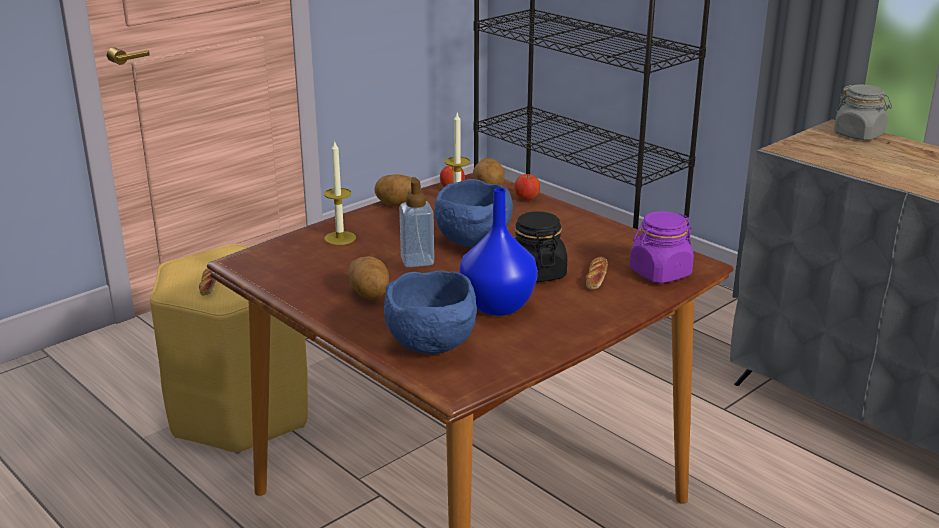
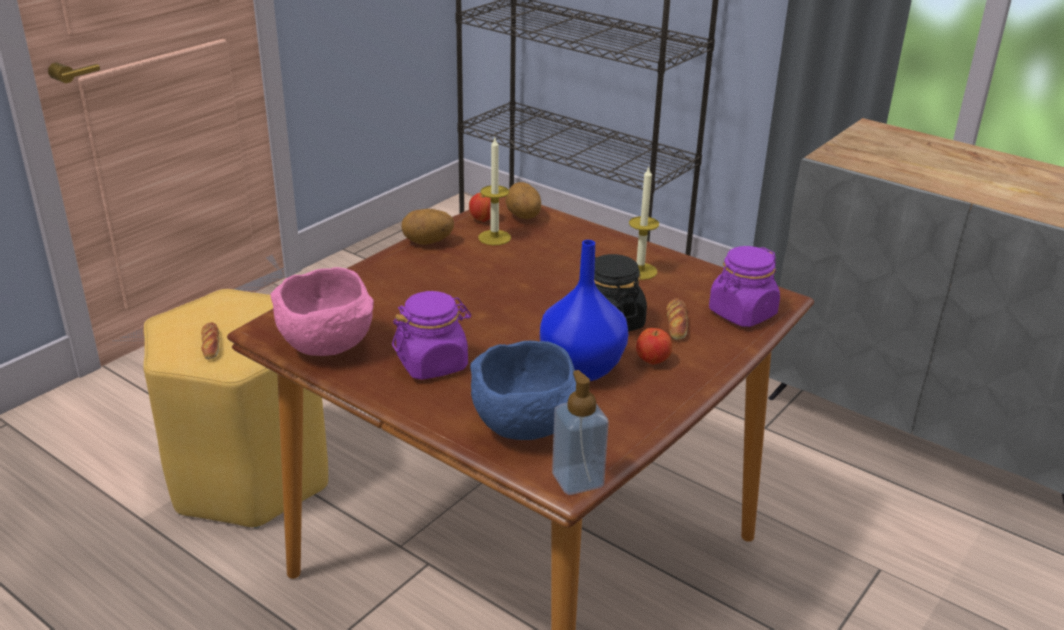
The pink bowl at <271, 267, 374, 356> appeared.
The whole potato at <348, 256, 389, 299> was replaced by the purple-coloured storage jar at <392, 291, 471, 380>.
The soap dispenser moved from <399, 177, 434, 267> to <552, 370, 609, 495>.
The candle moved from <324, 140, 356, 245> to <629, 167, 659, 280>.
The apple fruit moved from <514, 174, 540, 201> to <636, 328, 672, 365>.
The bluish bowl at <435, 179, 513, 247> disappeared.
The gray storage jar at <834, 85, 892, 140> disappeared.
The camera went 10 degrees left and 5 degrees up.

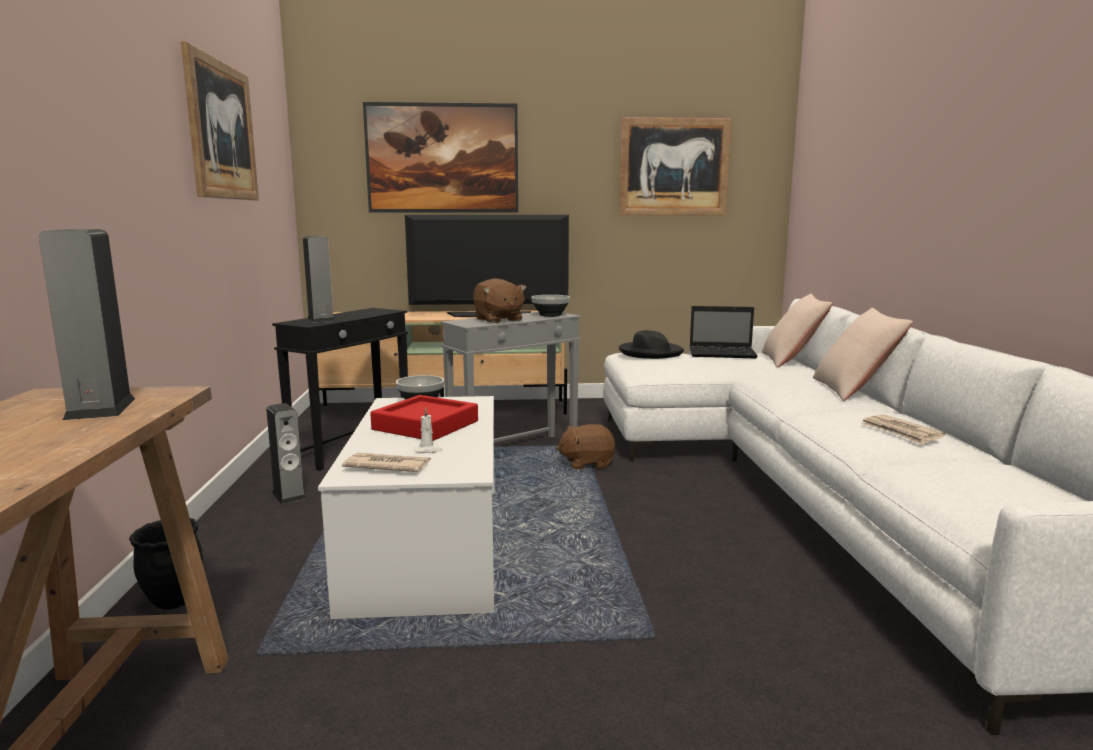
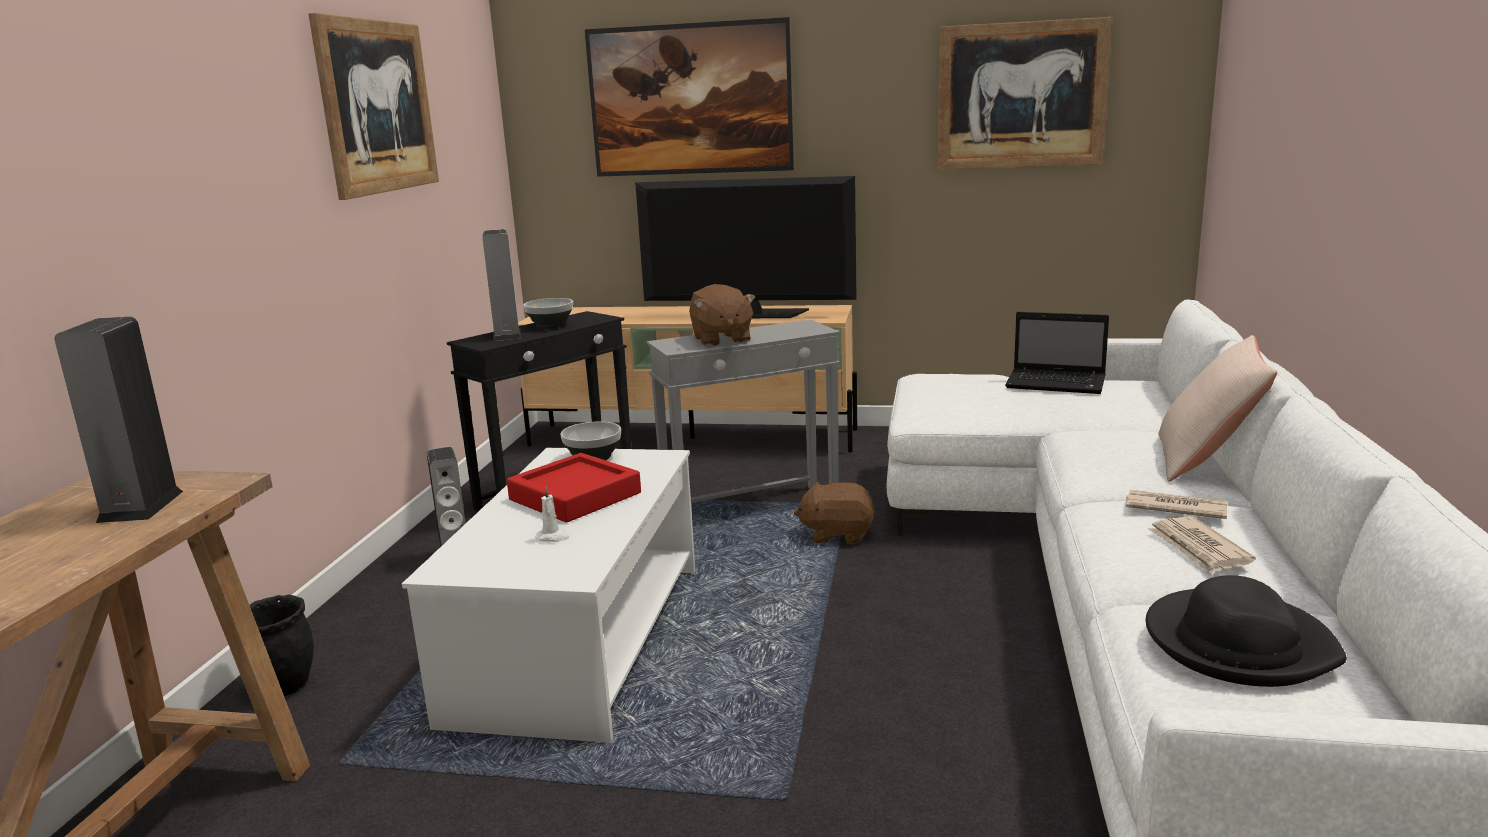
The bowl moved from <531, 295, 570, 317> to <524, 298, 573, 329>.
The printed paper moved from <342, 453, 431, 472> to <1125, 490, 1227, 519>.
The blackish clothing hat moved from <619, 330, 684, 359> to <1146, 575, 1347, 687>.
The beige-coloured pillow at <762, 294, 832, 368> disappeared.
The camera went 15 degrees right and 5 degrees up.

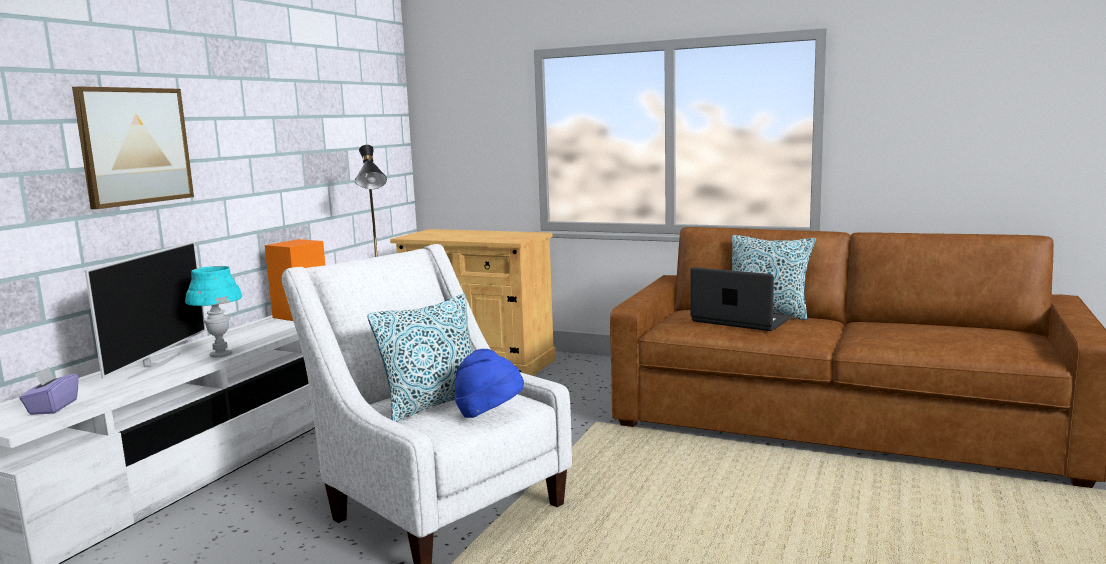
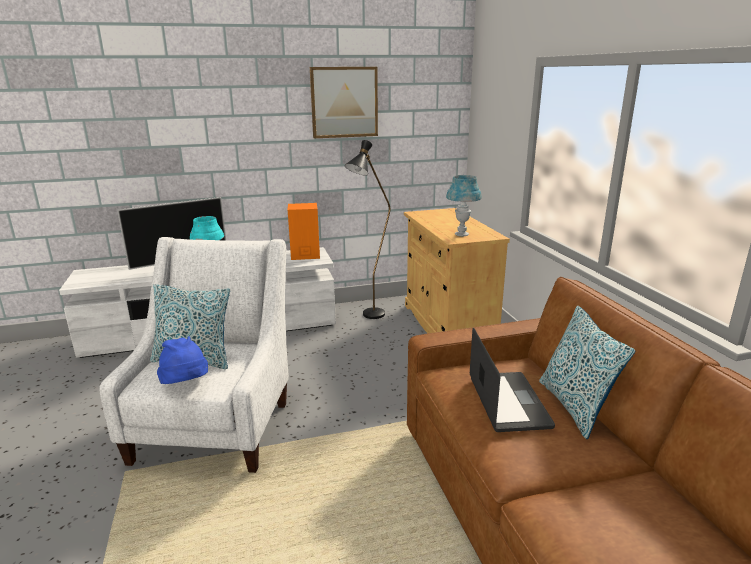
The wall picture moved from <72, 86, 194, 209> to <310, 67, 378, 138>.
The bluish tabletop lamp at <446, 175, 482, 236> appeared.
The purple-coloured tissue box at <19, 367, 79, 415> disappeared.
The camera went 50 degrees right and 10 degrees up.

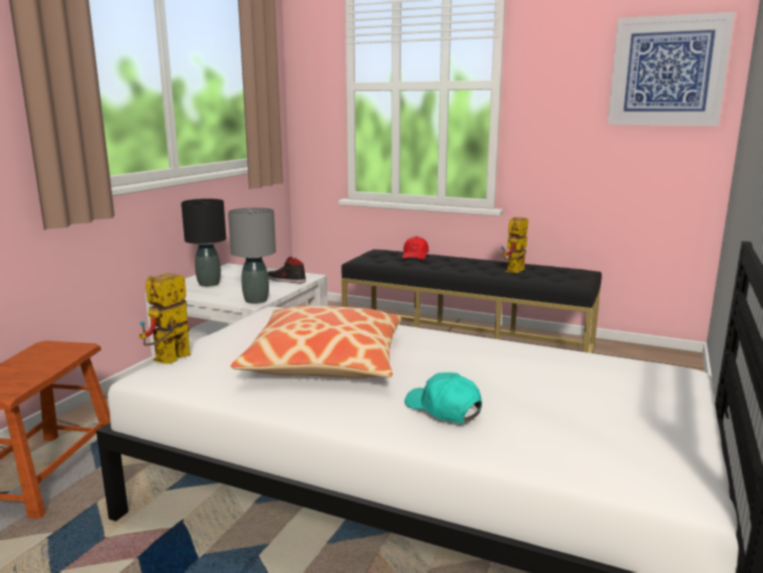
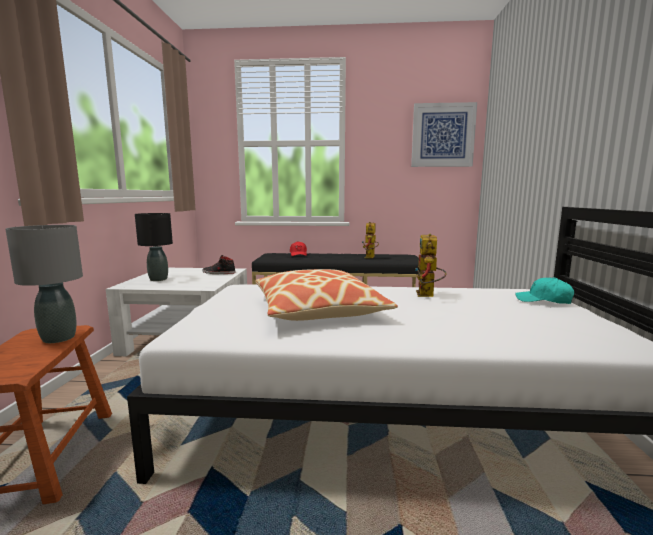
The gray tabletop lamp moved from <228, 207, 276, 304> to <5, 225, 83, 343>.
The model robot moved from <139, 273, 191, 364> to <415, 233, 447, 297>.
The turquoise-coloured cap moved from <405, 372, 482, 423> to <515, 277, 574, 304>.
The camera went 20 degrees left and 5 degrees down.

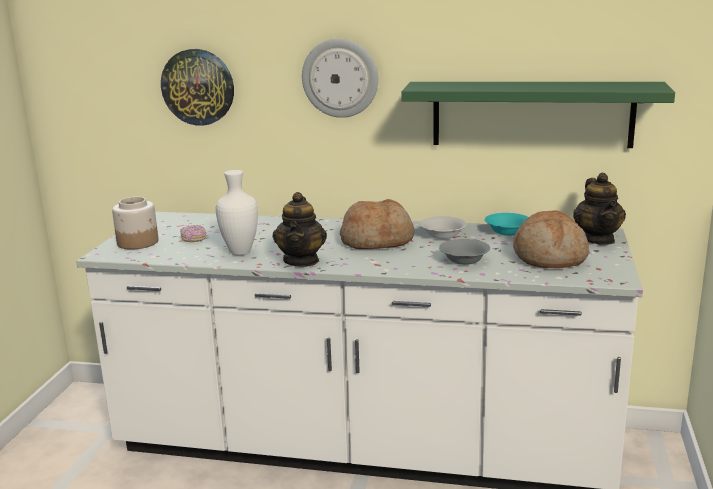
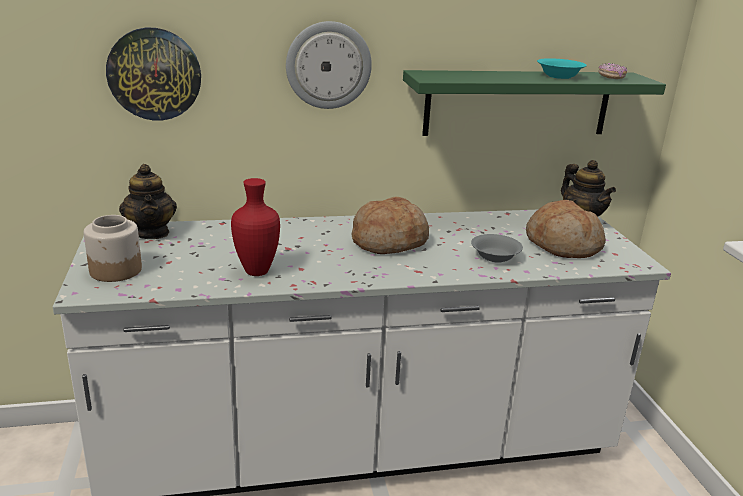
The tea pot moved from <273, 192, 327, 267> to <119, 164, 177, 239>.
The whitish flower vase at <216, 170, 258, 256> became the reddish flower vase at <231, 178, 280, 276>.
The turquoise-coloured bowl moved from <485, 213, 529, 236> to <537, 58, 587, 79>.
The doughnut moved from <180, 225, 207, 242> to <598, 63, 627, 79>.
The whitish bowl at <420, 216, 467, 239> disappeared.
The camera went 25 degrees left and 5 degrees up.

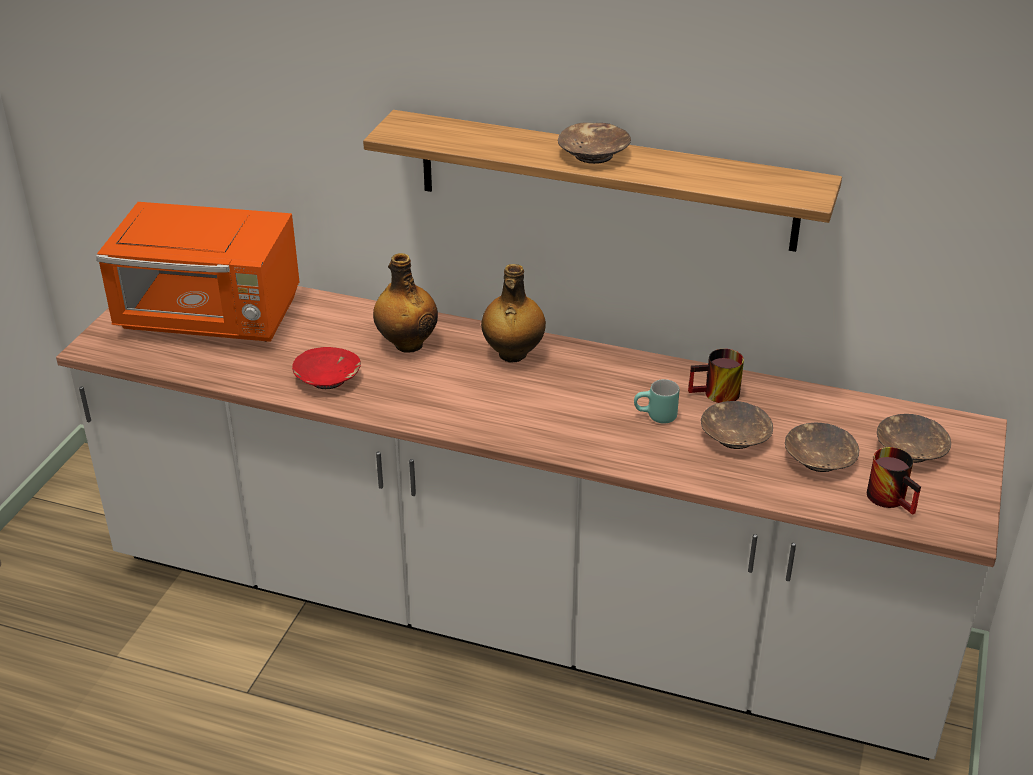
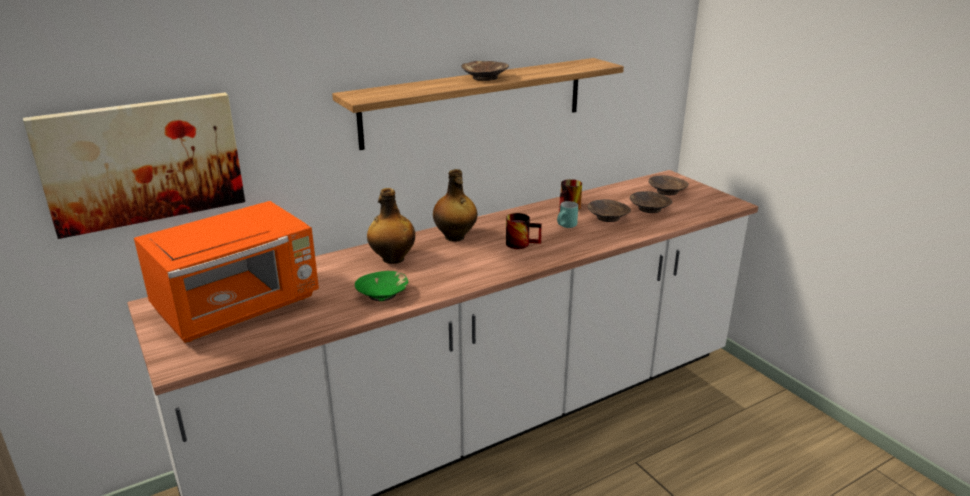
The wall picture at <23, 93, 245, 239> appeared.
The reddish bowl at <292, 347, 361, 389> became the greenish bowl at <355, 271, 408, 301>.
The mug moved from <867, 447, 921, 515> to <506, 213, 542, 249>.
The camera went 50 degrees left and 10 degrees down.

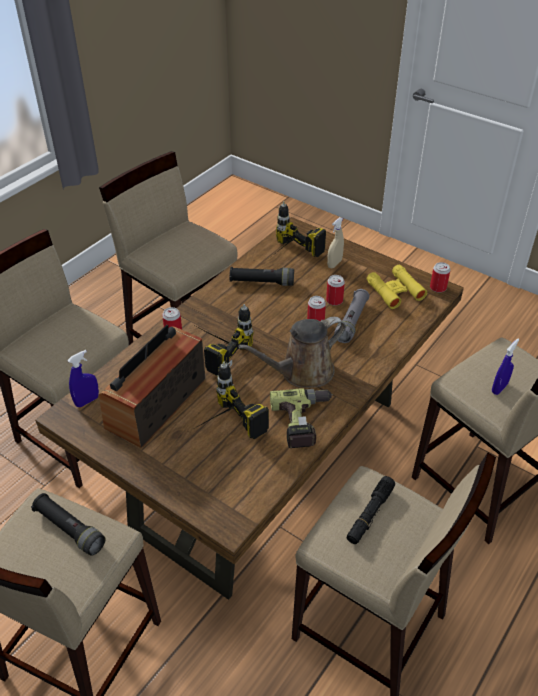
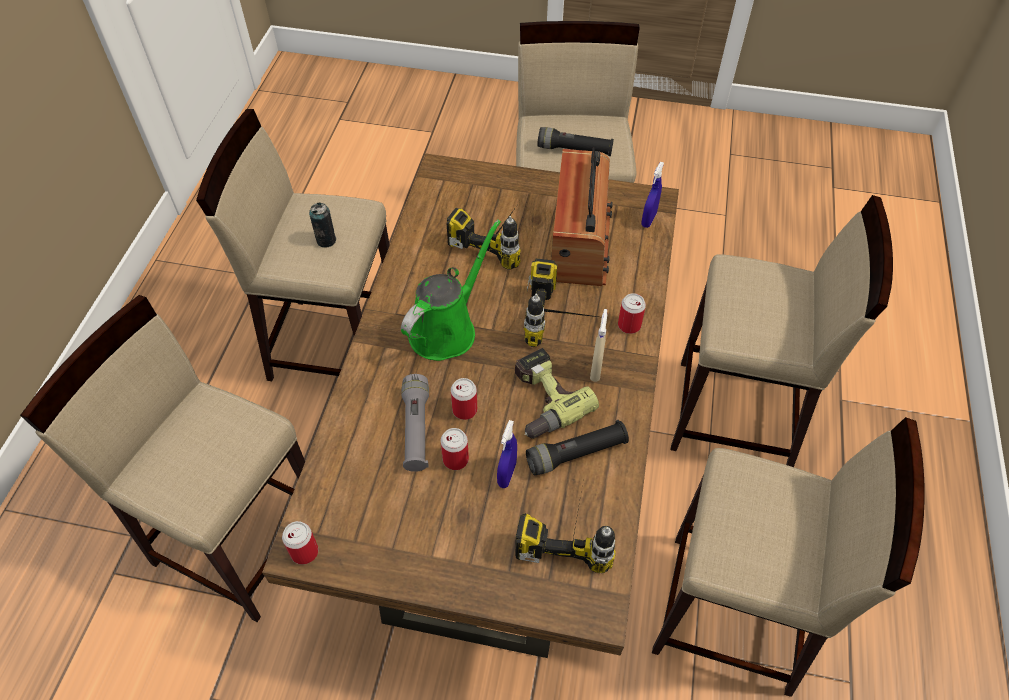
The blackish flashlight at <347, 476, 395, 544> was replaced by the sealed can at <309, 203, 336, 248>.
The brown-coloured watering can at <238, 317, 346, 388> became the greenish watering can at <401, 220, 501, 361>.
The bluish spray bottle moved from <492, 338, 519, 395> to <497, 420, 517, 488>.
The power drill moved from <270, 389, 333, 448> to <515, 348, 599, 439>.
The beige-coloured spray bottle moved from <327, 217, 344, 268> to <590, 309, 607, 382>.
The yellow-coloured binoculars at <367, 265, 427, 309> disappeared.
The camera went 155 degrees right and 10 degrees up.

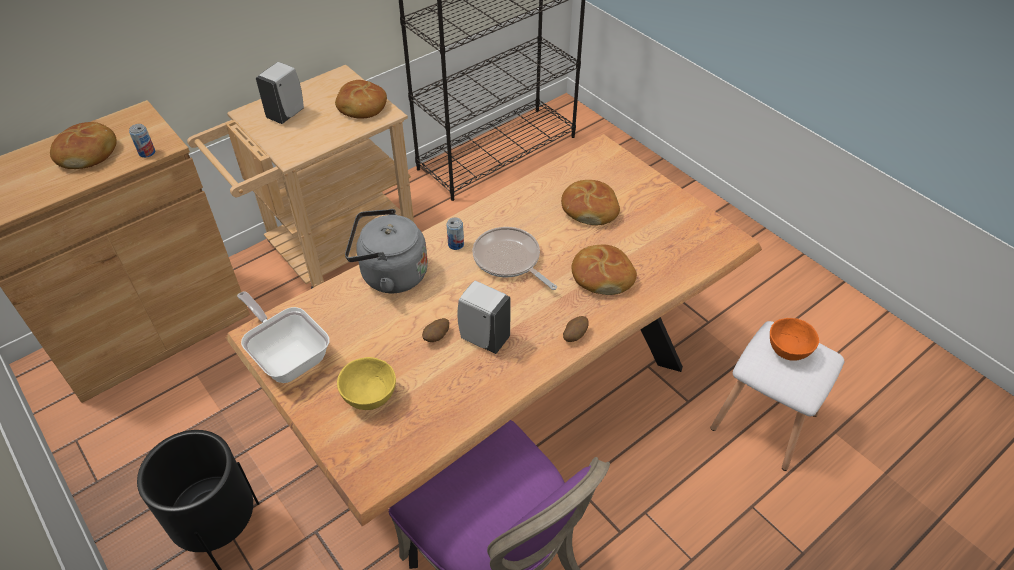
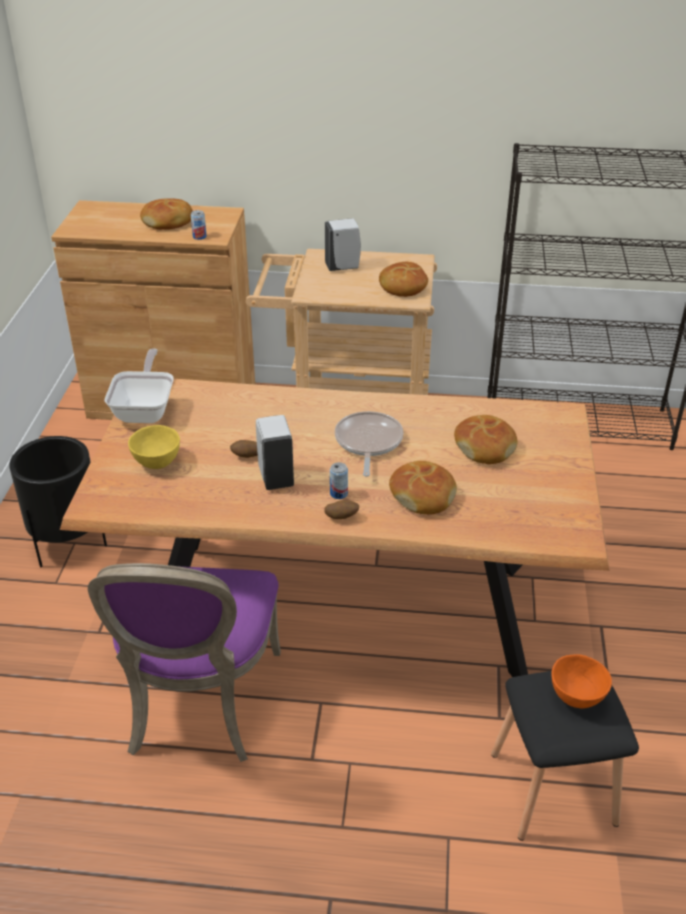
The sealed can moved from <447, 217, 464, 250> to <330, 462, 348, 499>.
The whitish stool at <711, 321, 844, 471> became the blackish stool at <491, 671, 639, 841>.
The gray kettle at <345, 209, 428, 293> disappeared.
The camera went 45 degrees right and 10 degrees down.

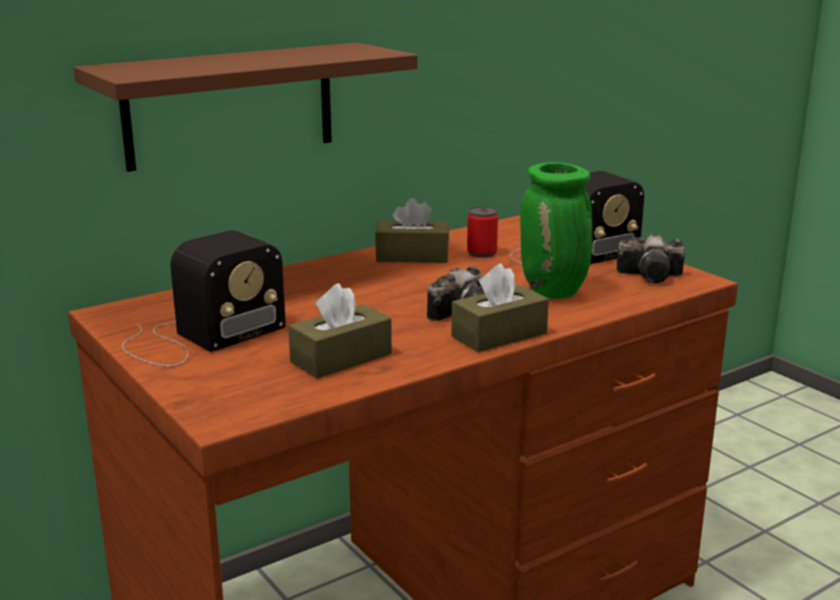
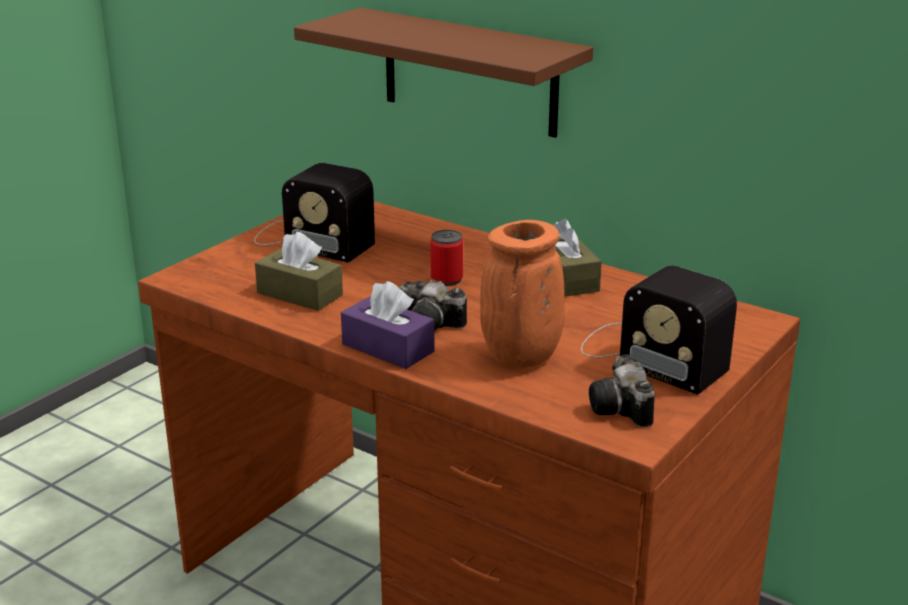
The brown-coloured tissue box at <451, 263, 549, 352> became the purple-coloured tissue box at <341, 281, 434, 369>.
The sealed can moved from <467, 207, 498, 258> to <430, 230, 463, 286>.
The greenish flower vase at <520, 162, 592, 299> became the orange-coloured flower vase at <480, 220, 565, 369>.
The camera went 70 degrees right and 5 degrees up.

